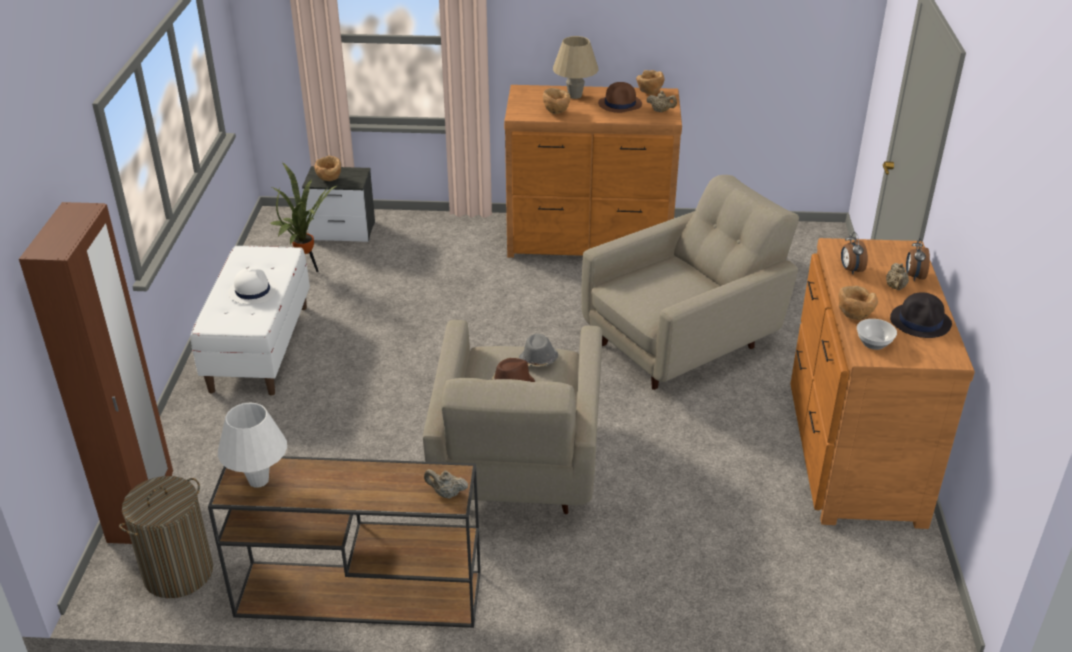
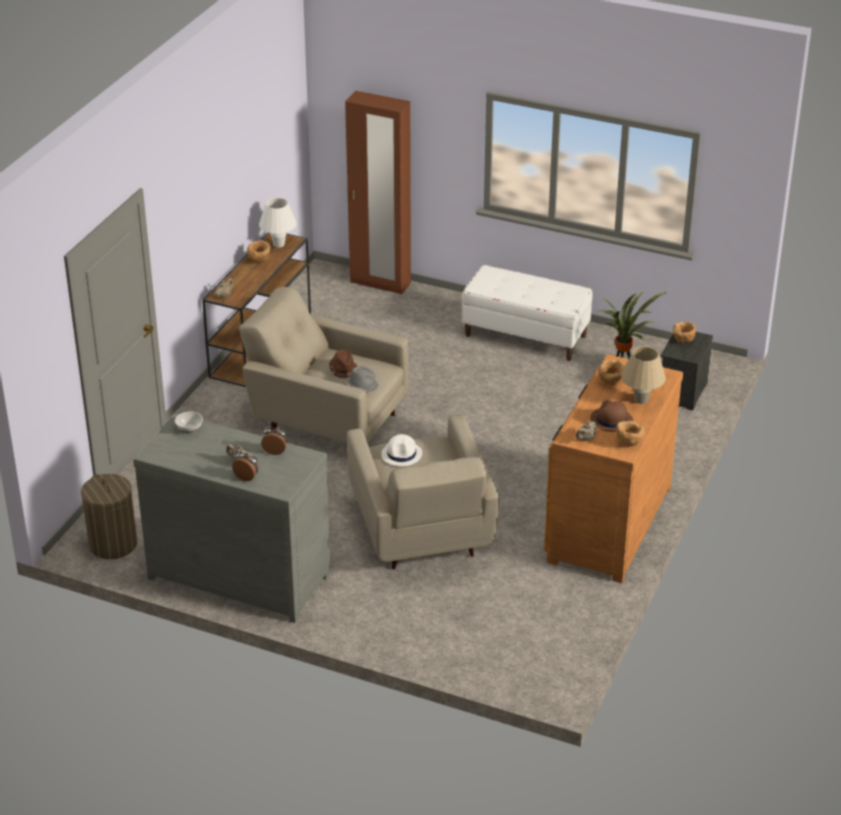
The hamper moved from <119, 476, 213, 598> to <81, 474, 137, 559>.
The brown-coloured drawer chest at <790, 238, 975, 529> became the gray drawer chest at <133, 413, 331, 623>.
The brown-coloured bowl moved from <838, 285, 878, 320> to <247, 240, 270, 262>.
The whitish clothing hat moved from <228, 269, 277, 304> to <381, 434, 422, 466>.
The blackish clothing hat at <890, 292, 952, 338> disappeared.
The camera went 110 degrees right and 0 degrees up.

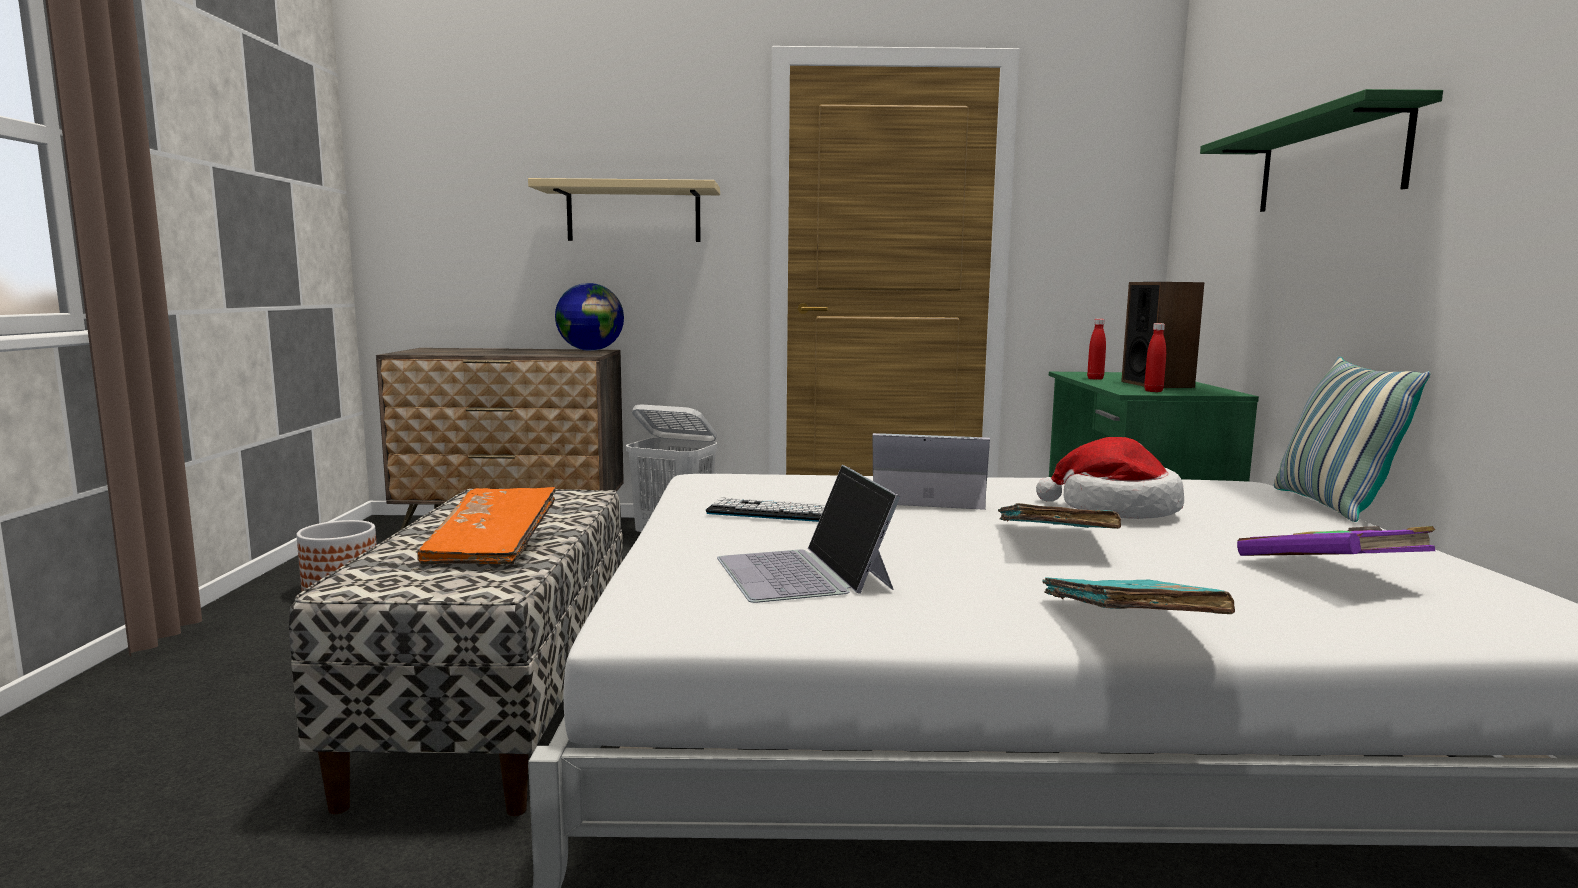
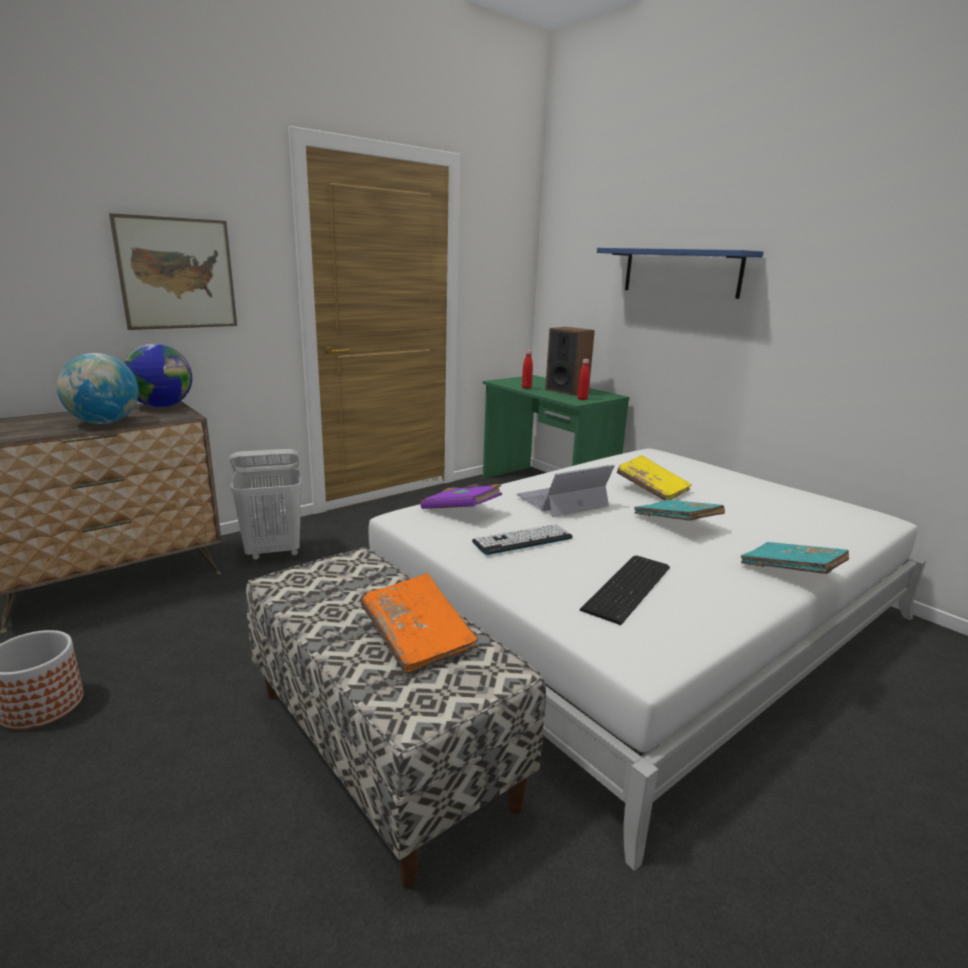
The desk globe at <57, 353, 139, 424> appeared.
The beige-coloured shelf at <528, 178, 720, 242> was replaced by the wall picture at <109, 213, 237, 330>.
The purple-coloured bound book moved from <1237, 526, 1435, 556> to <420, 484, 502, 509>.
The laptop at <717, 465, 901, 603> was replaced by the computer keyboard at <580, 556, 670, 625>.
The greenish shelf at <1200, 89, 1443, 212> became the bluish shelf at <597, 248, 763, 299>.
The clothing hat at <1036, 437, 1184, 519> was replaced by the yellow-coloured bound book at <617, 455, 692, 501>.
The pillow at <1274, 357, 1431, 522> disappeared.
The camera went 40 degrees left and 10 degrees up.

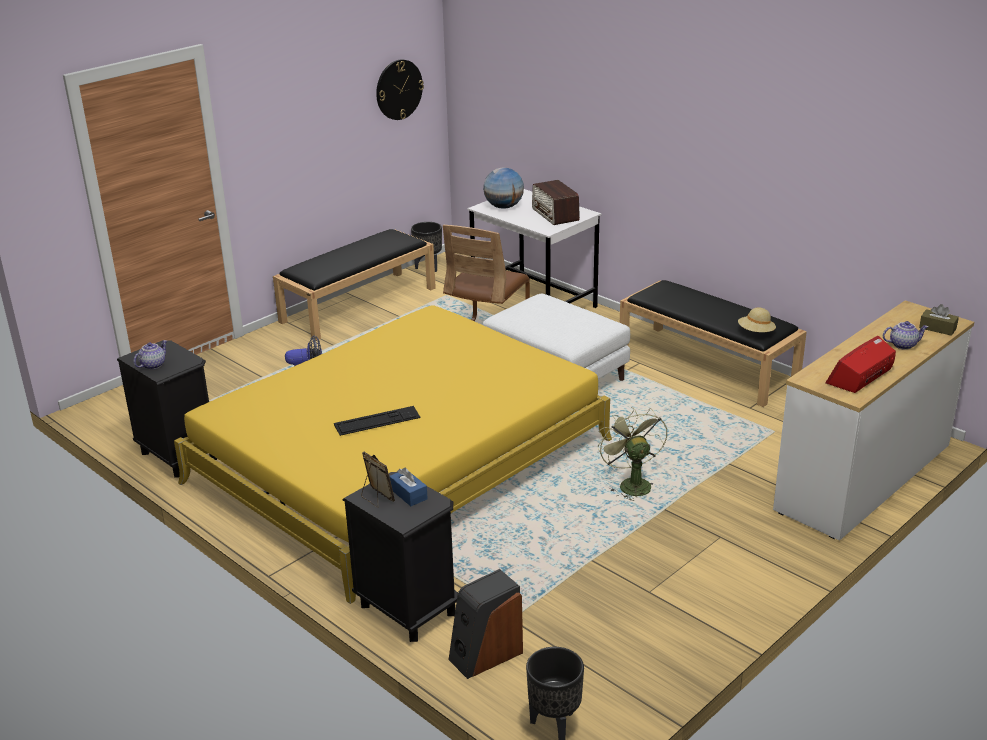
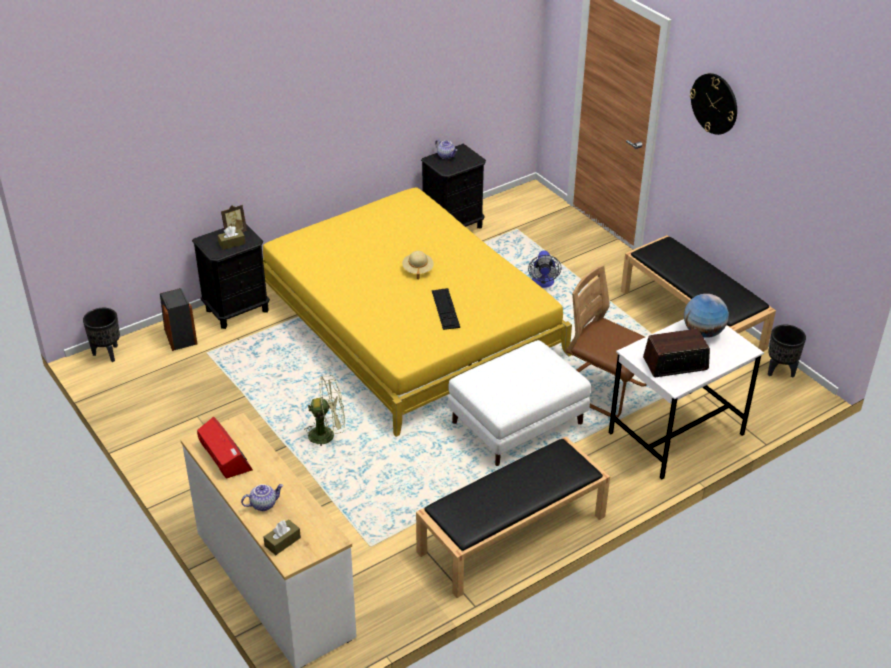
The bluish tissue box at <389, 467, 428, 506> became the brown-coloured tissue box at <218, 226, 246, 250>.
The tea pot at <883, 321, 928, 350> turned 120 degrees counterclockwise.
The beige-coloured clothing hat moved from <738, 307, 776, 332> to <402, 251, 434, 280>.
The computer keyboard moved from <334, 406, 421, 436> to <432, 288, 460, 330>.
The wall clock moved from <376, 59, 424, 120> to <690, 73, 737, 135>.
The camera went 100 degrees right and 10 degrees up.

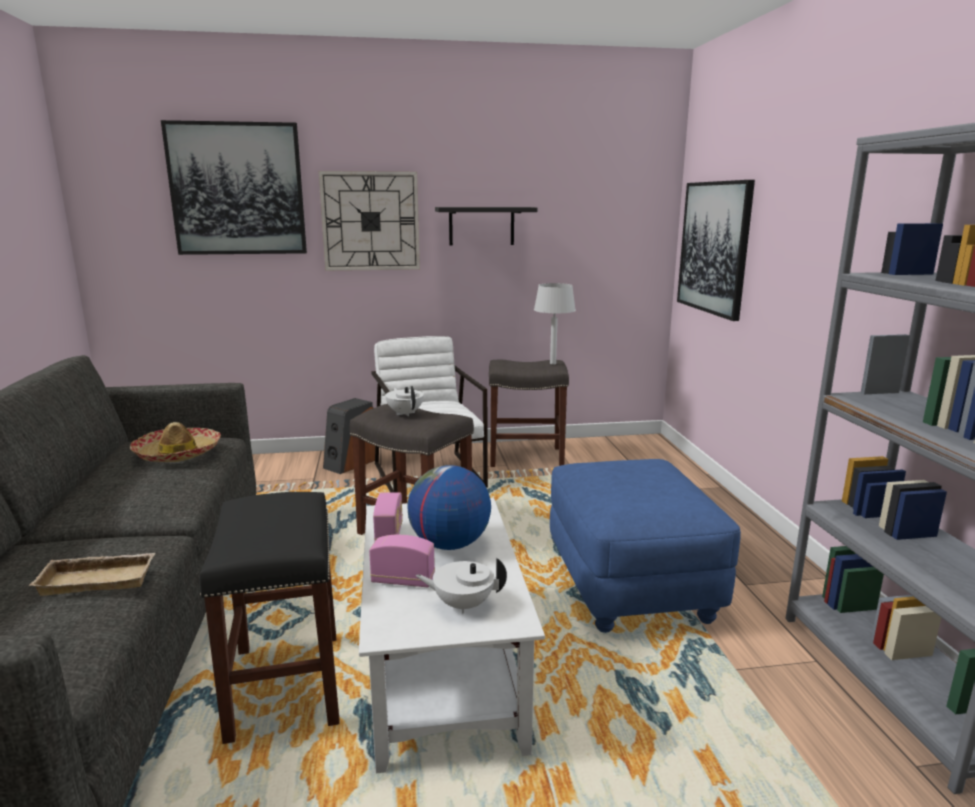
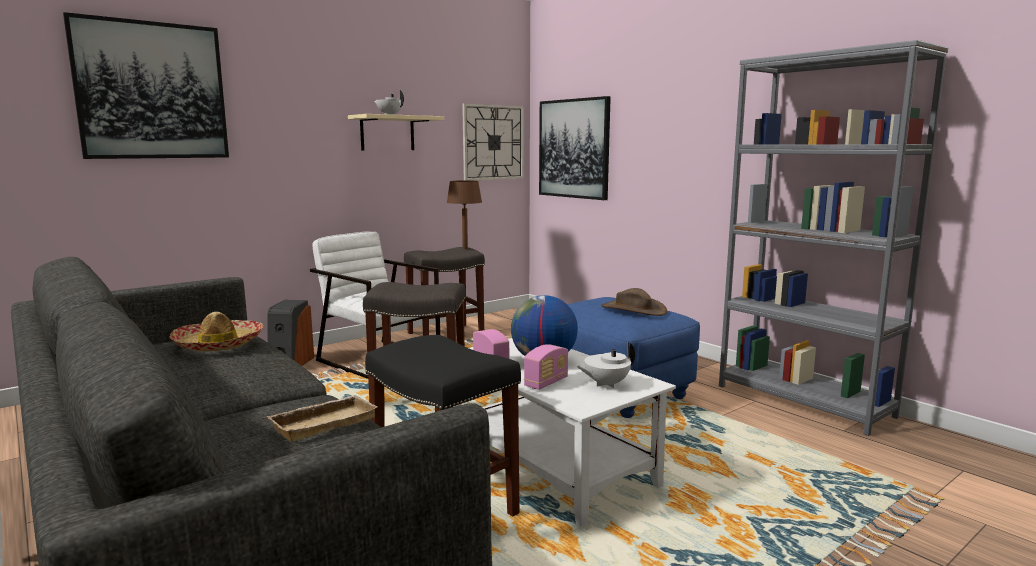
The blackish shelf at <435, 207, 538, 245> became the beige-coloured shelf at <348, 114, 444, 150>.
The whitish tea pot moved from <385, 386, 424, 416> to <374, 90, 404, 115>.
The gray tabletop lamp at <534, 283, 576, 365> became the brown-coloured tabletop lamp at <447, 180, 482, 249>.
The wall clock moved from <319, 171, 420, 271> to <462, 103, 524, 181>.
The radio set at <369, 535, 435, 587> turned 150 degrees clockwise.
The brown-coloured clothing hat at <601, 288, 667, 316> appeared.
The camera went 30 degrees left and 5 degrees down.

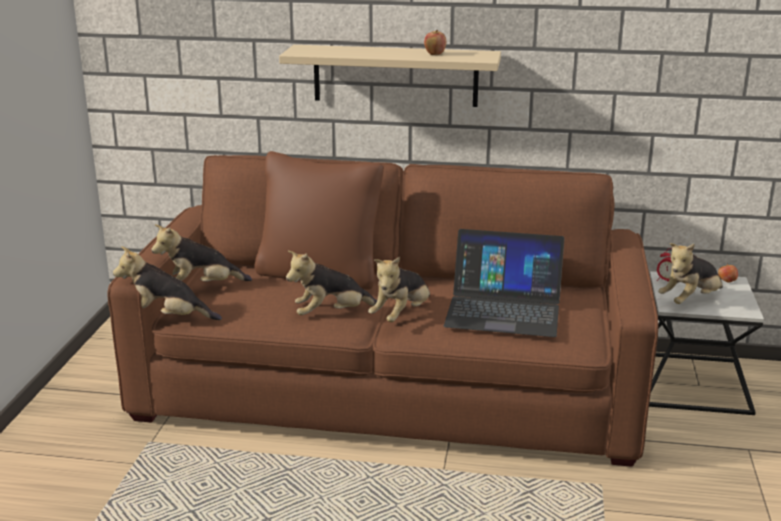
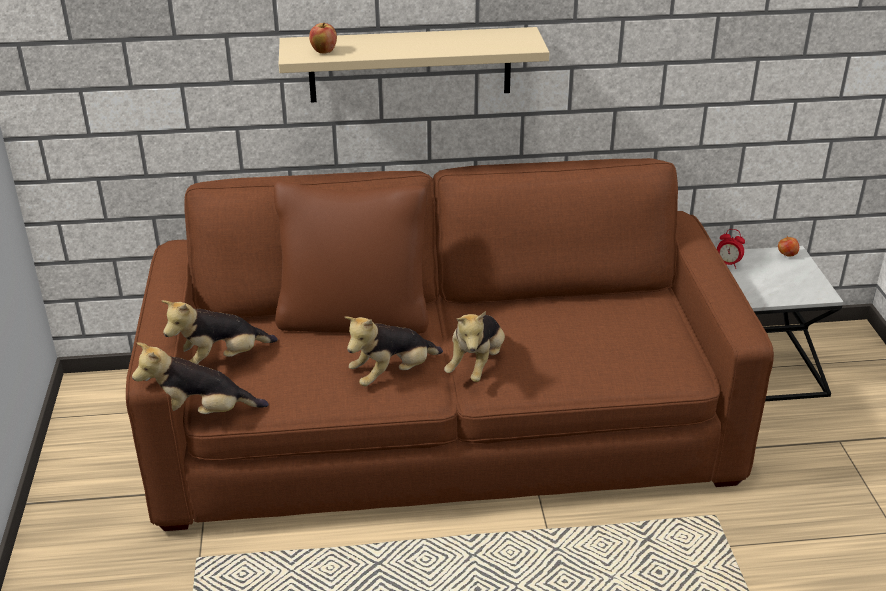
The apple fruit moved from <424, 30, 446, 55> to <309, 23, 337, 53>.
The laptop at <444, 229, 564, 337> disappeared.
The cuddly toy at <658, 243, 723, 304> disappeared.
The camera went 15 degrees left and 10 degrees up.

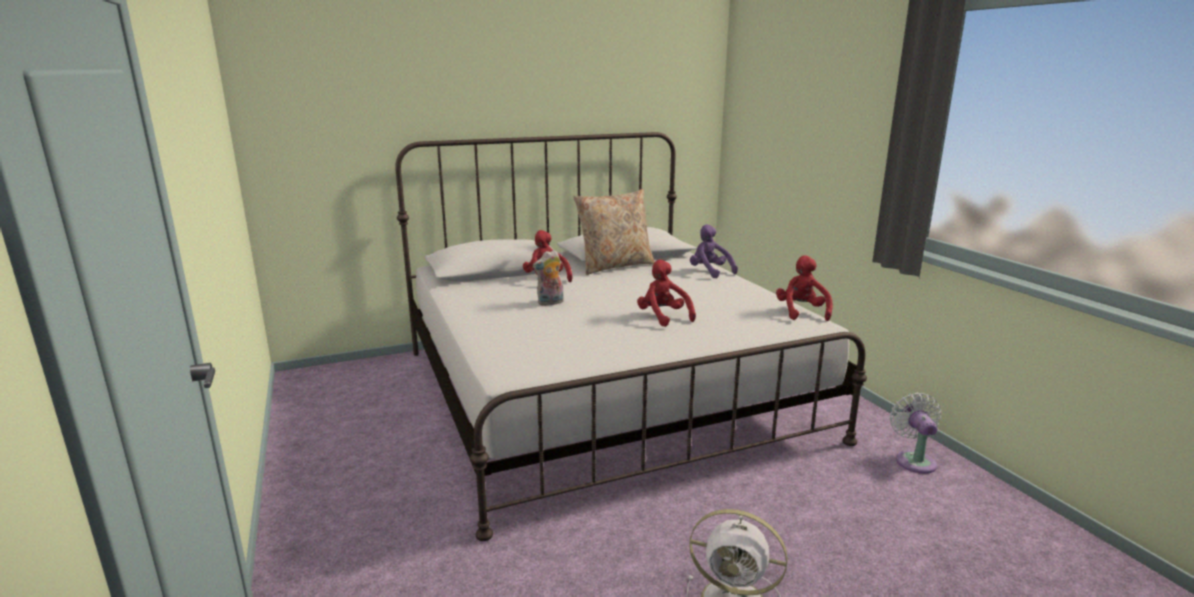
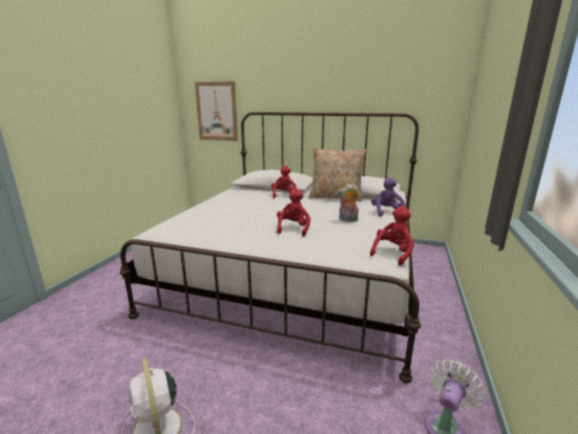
The wall picture at <195, 81, 238, 141> appeared.
The cuddly toy moved from <533, 250, 564, 306> to <337, 184, 359, 222>.
The camera went 40 degrees right and 0 degrees up.

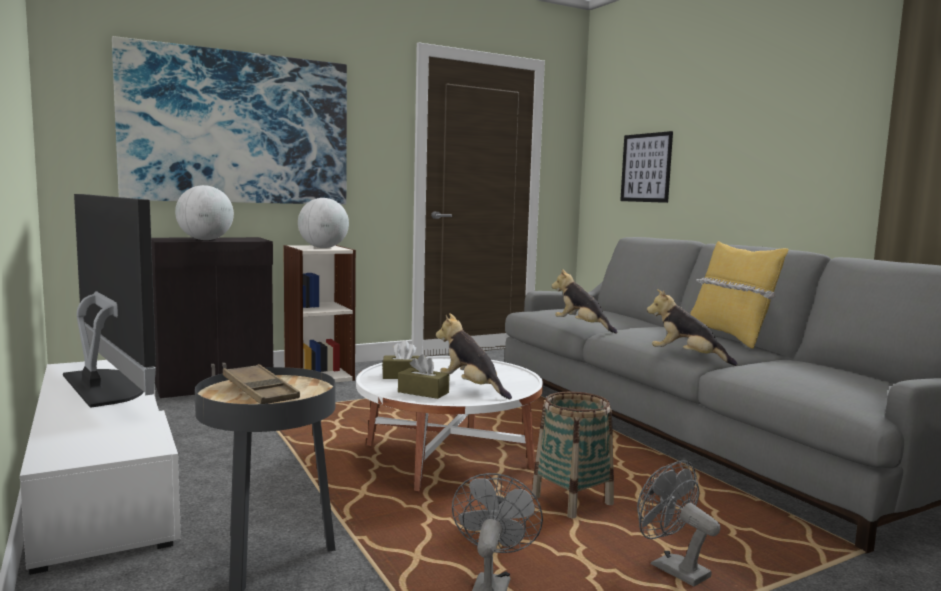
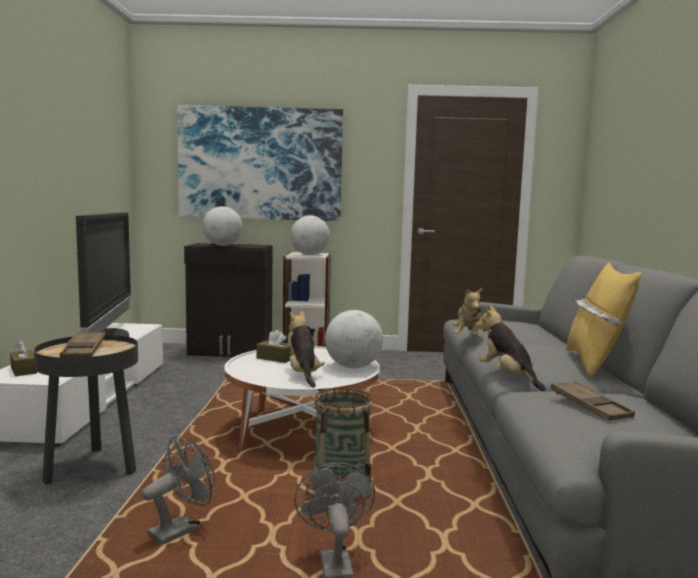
The brown-coloured tissue box moved from <398, 354, 450, 399> to <10, 340, 37, 376>.
The desk globe at <325, 310, 383, 368> appeared.
The cuddly toy at <551, 269, 618, 334> turned 150 degrees counterclockwise.
The brown-coloured tray at <551, 381, 635, 421> appeared.
The wall picture at <620, 131, 673, 203> disappeared.
The camera went 30 degrees right and 0 degrees up.

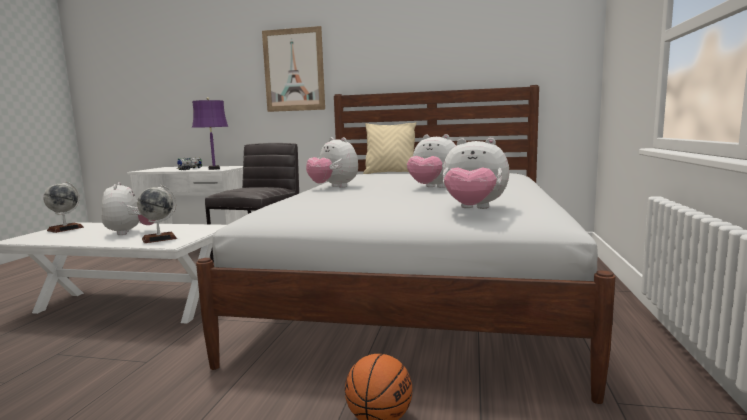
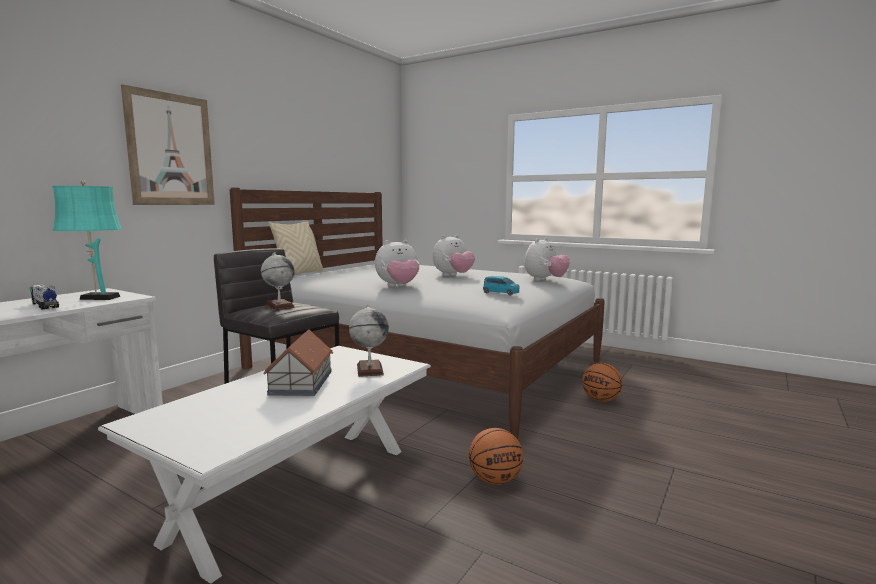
The purple-coloured tabletop lamp at <192, 97, 229, 170> became the turquoise-coloured tabletop lamp at <52, 180, 122, 300>.
The desk globe moved from <43, 181, 84, 233> to <261, 253, 295, 310>.
The cuddly toy at <101, 182, 156, 235> was replaced by the miniature house at <263, 329, 333, 396>.
The basketball at <469, 428, 523, 485> appeared.
The bluish miniature car at <483, 276, 520, 296> appeared.
The camera went 70 degrees left and 0 degrees up.

